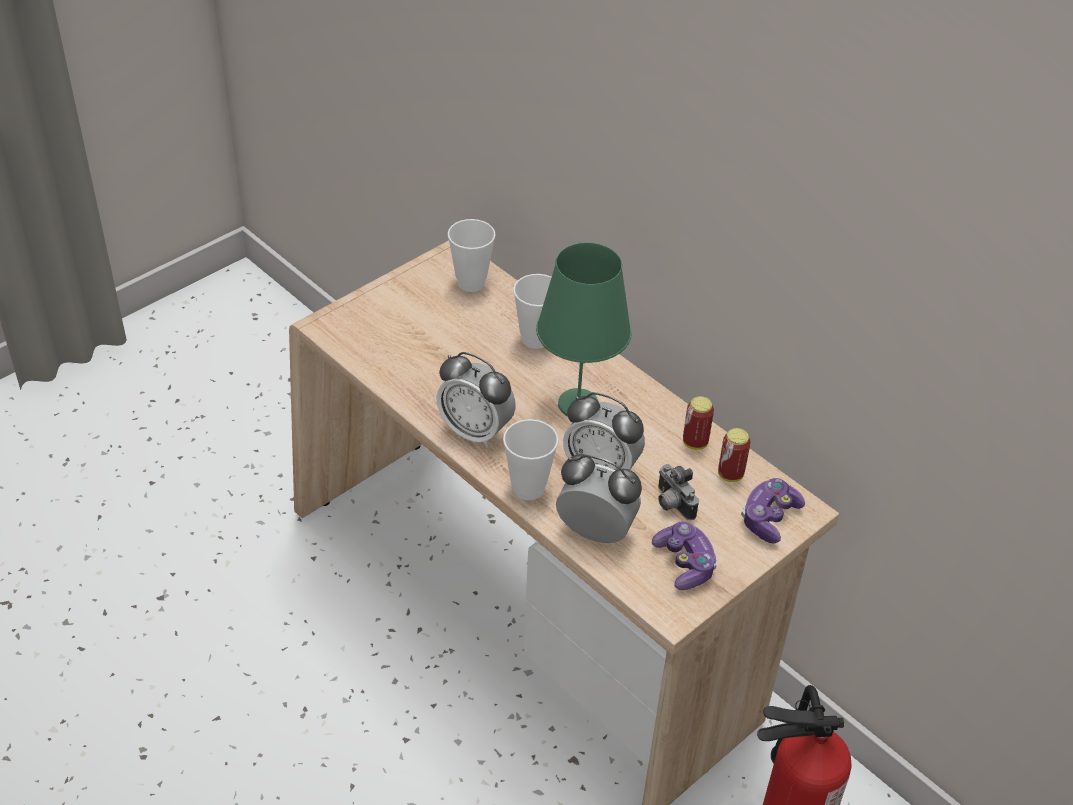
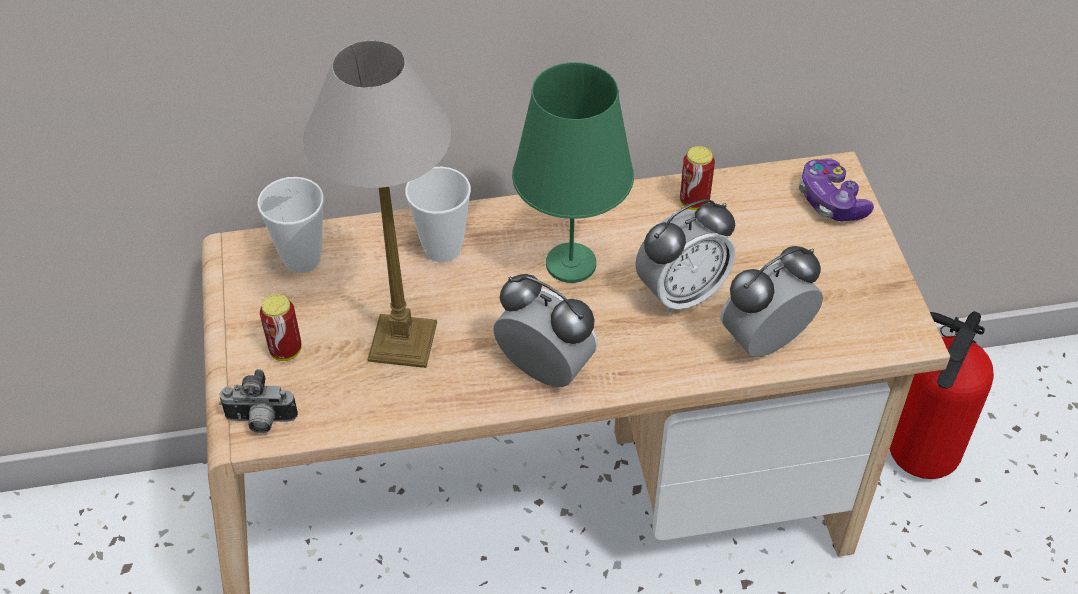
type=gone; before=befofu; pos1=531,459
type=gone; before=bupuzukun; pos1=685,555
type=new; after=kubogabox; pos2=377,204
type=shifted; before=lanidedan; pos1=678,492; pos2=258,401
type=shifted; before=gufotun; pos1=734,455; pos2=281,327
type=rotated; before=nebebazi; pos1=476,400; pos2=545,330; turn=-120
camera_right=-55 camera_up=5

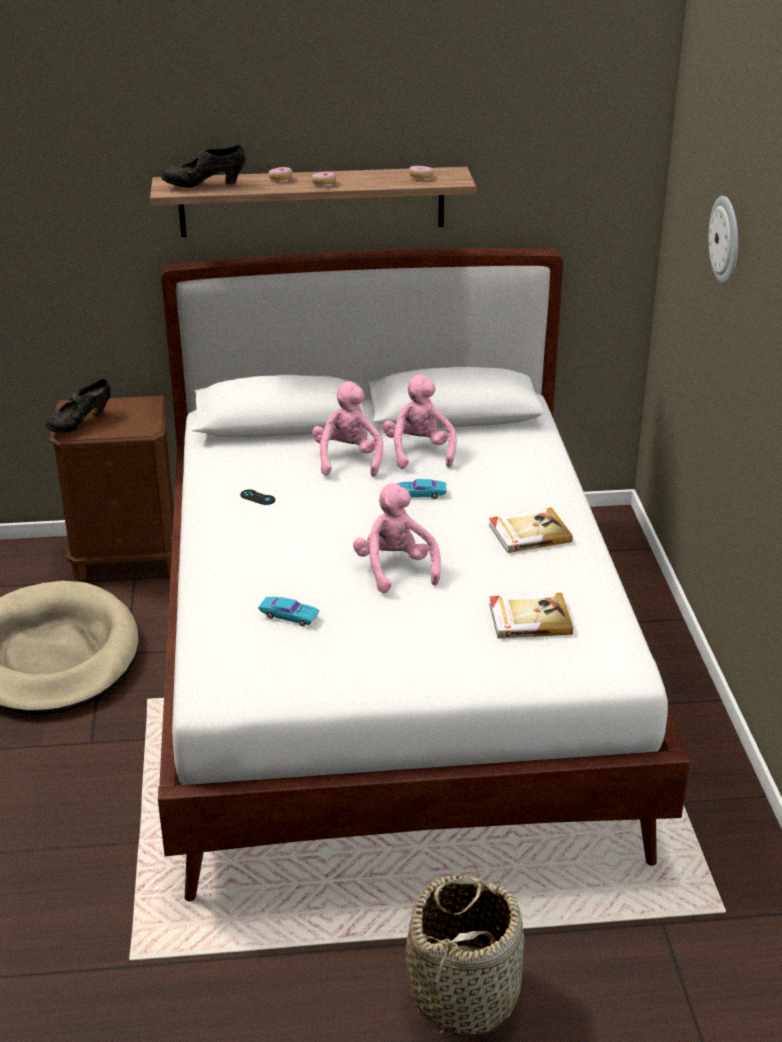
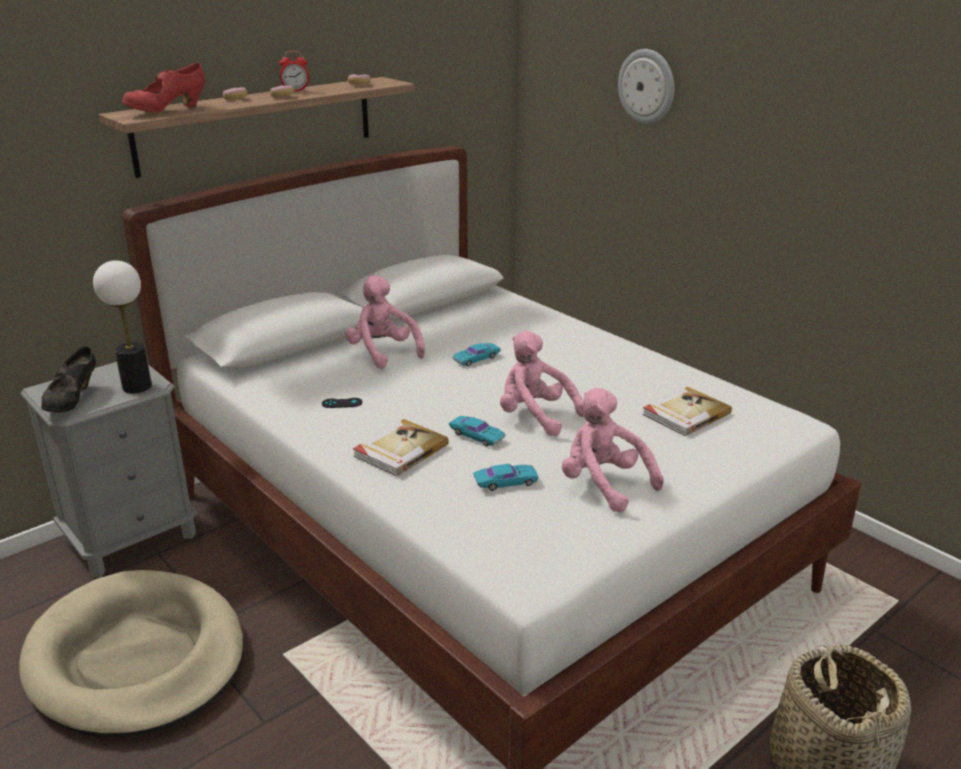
type=new; after=kubogabox; pos2=122,326
type=new; after=nebebazi; pos2=294,71
type=new; after=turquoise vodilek; pos2=477,431
type=shifted; before=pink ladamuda; pos1=420,422; pos2=613,450
type=shifted; before=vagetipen; pos1=531,530; pos2=401,447
type=repainted; before=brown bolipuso; after=grey bolipuso; pos1=111,489; pos2=109,470
type=repainted; before=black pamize; after=red pamize; pos1=203,166; pos2=163,87
camera_right=-35 camera_up=-5

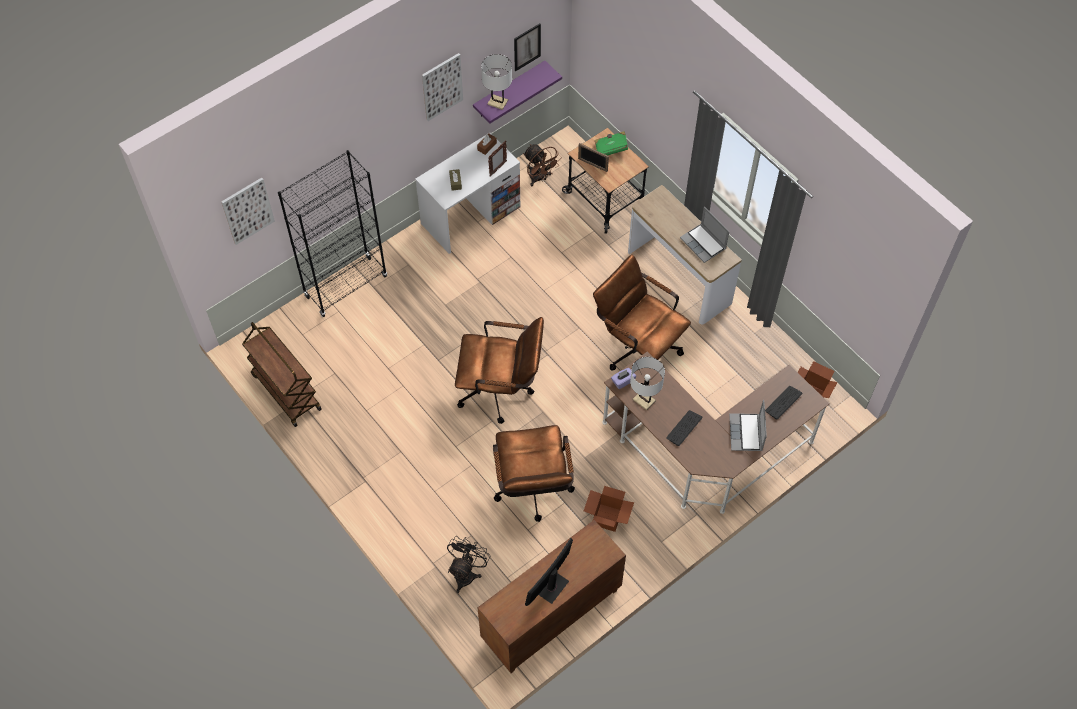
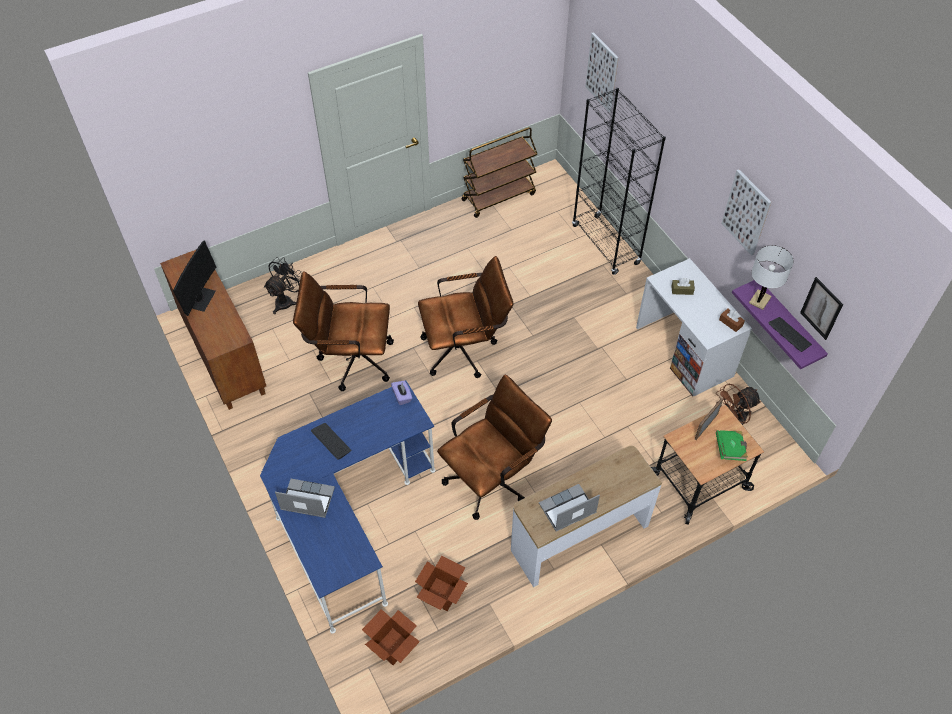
type=gone; before=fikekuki; pos1=497,159
type=gone; before=white kubogabox; pos1=647,383
type=shifted; before=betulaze; pos1=609,509; pos2=441,583
type=shifted; before=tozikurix; pos1=783,402; pos2=790,334
type=repainted; before=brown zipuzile; after=blue zipuzile; pos1=716,432; pos2=348,507
type=rotated; before=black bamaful; pos1=468,564; pos2=282,285; turn=-90
type=rotated; before=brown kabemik; pos1=499,370; pos2=466,317; turn=-120
type=rotated; before=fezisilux; pos1=549,571; pos2=194,278; turn=60
camera_right=100 camera_up=-5

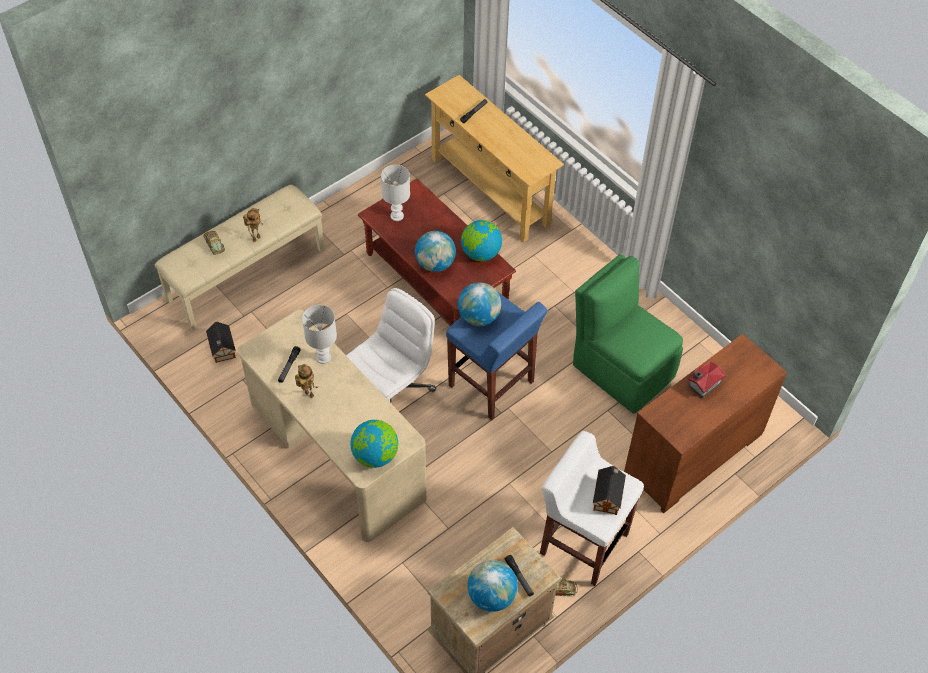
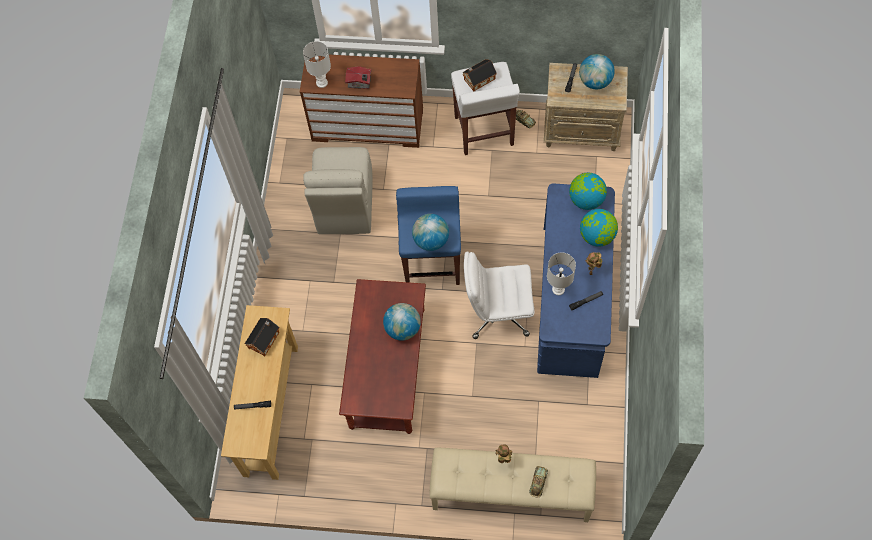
type=shifted; before=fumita; pos1=221,342; pos2=262,337
type=shifted; before=white kubogabox; pos1=395,193; pos2=317,64
type=shifted; before=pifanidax; pos1=481,240; pos2=599,228
type=repainted; before=beige zipuzile; after=blue zipuzile; pos1=332,425; pos2=576,280
type=repainted; before=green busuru; after=beige busuru; pos1=628,334; pos2=337,190
camera_right=-130 camera_up=10

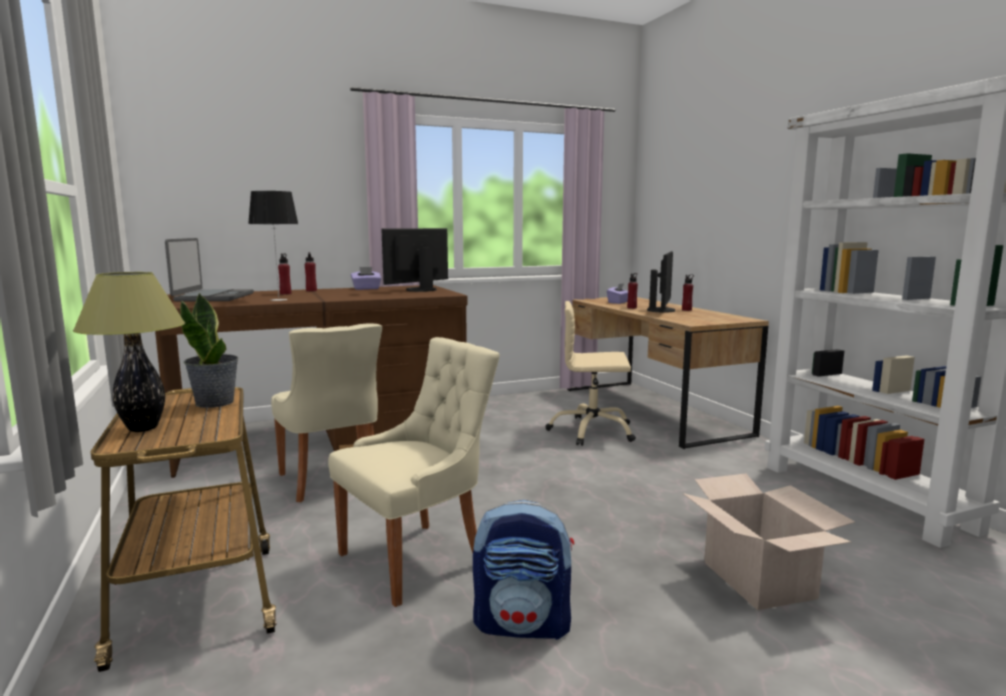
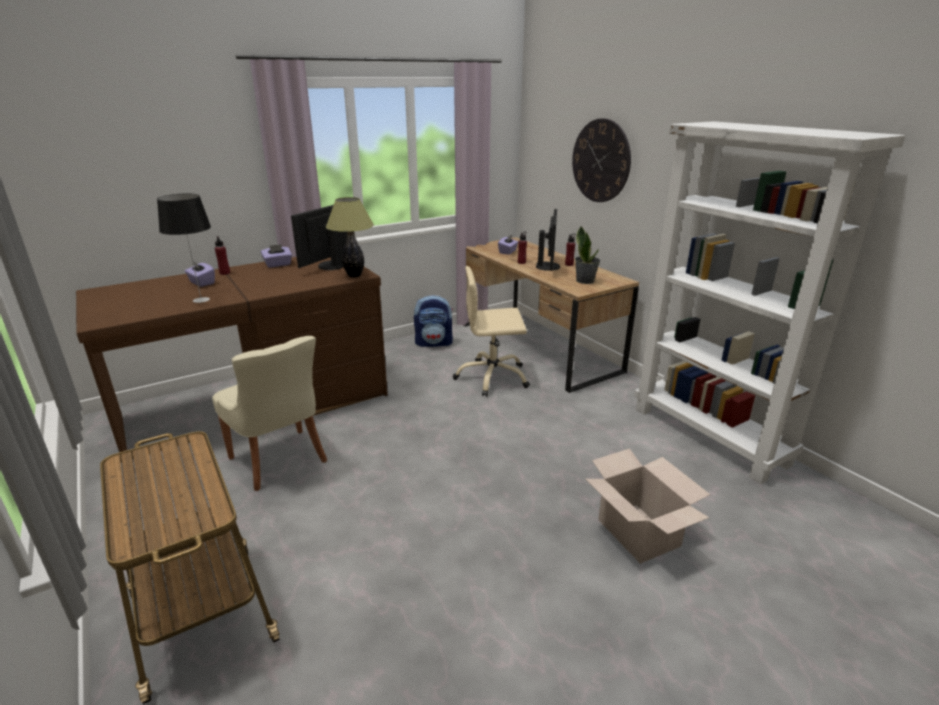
type=gone; before=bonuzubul; pos1=209,270
type=gone; before=beige busuru; pos1=414,472
type=new; after=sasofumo; pos2=601,160
type=shifted; before=kubogabox; pos1=129,352; pos2=350,237
type=shifted; before=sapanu; pos1=209,350; pos2=587,255
type=shifted; before=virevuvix; pos1=523,570; pos2=433,321
type=swapped; before=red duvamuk; after=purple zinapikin; pos1=284,274; pos2=200,274
camera_right=-10 camera_up=15

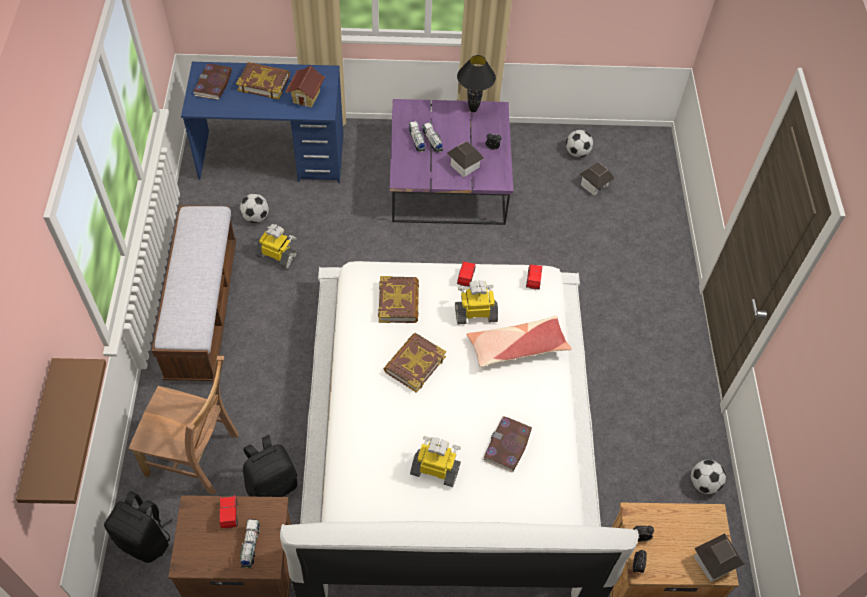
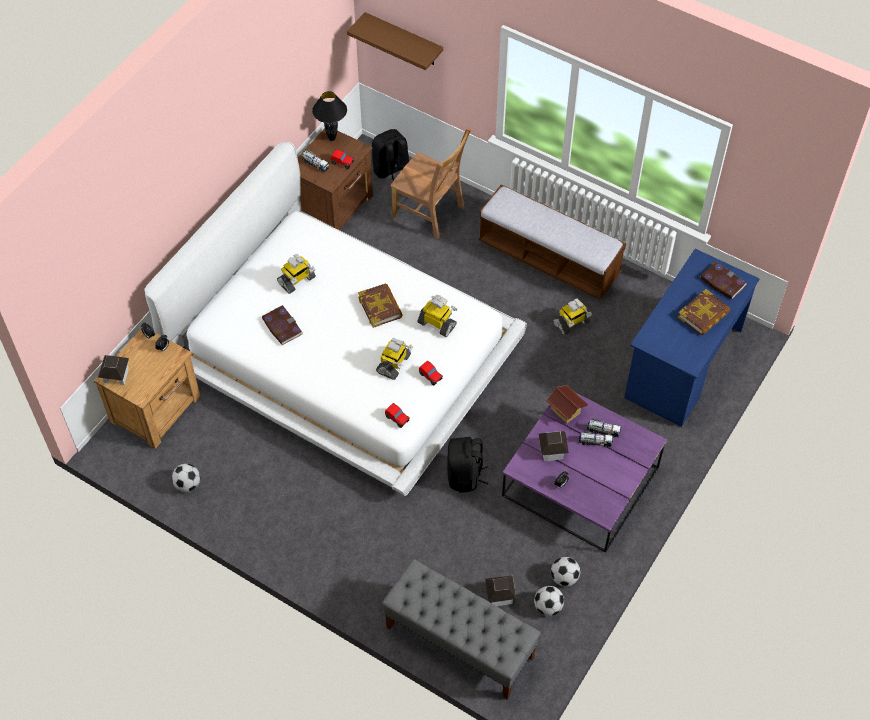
type=gone; before=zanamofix; pos1=519,341
type=new; after=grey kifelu; pos2=461,629
type=shifted; before=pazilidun; pos1=254,208; pos2=565,571
type=shifted; before=black virevuvix; pos1=270,466; pos2=467,465
type=shifted; before=fumita; pos1=305,86; pos2=567,404
type=shifted; before=black kubogabox; pos1=476,83; pos2=329,116
type=swapped; before=vagetipen; after=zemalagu; pos1=398,299; pos2=437,316
type=rotated; before=brown busuru; pos1=184,425; pos2=431,183; turn=-105
camera_right=125 camera_up=0

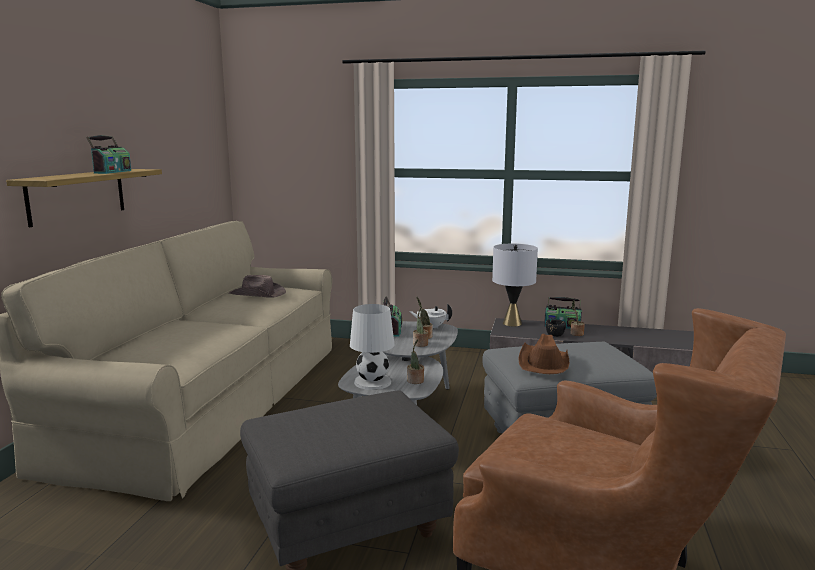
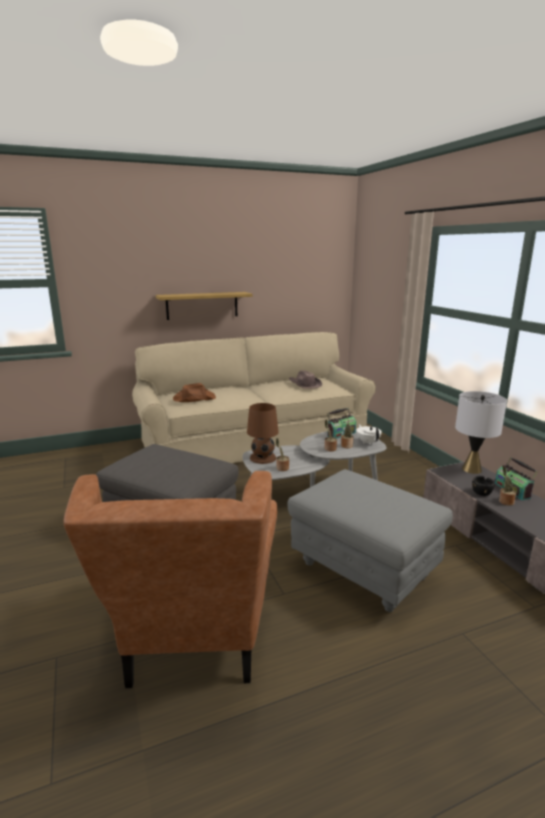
type=gone; before=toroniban; pos1=108,154
type=shifted; before=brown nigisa; pos1=544,354; pos2=194,392
type=repainted; before=white kubogabox; after=brown kubogabox; pos1=372,347; pos2=263,433
camera_right=55 camera_up=5

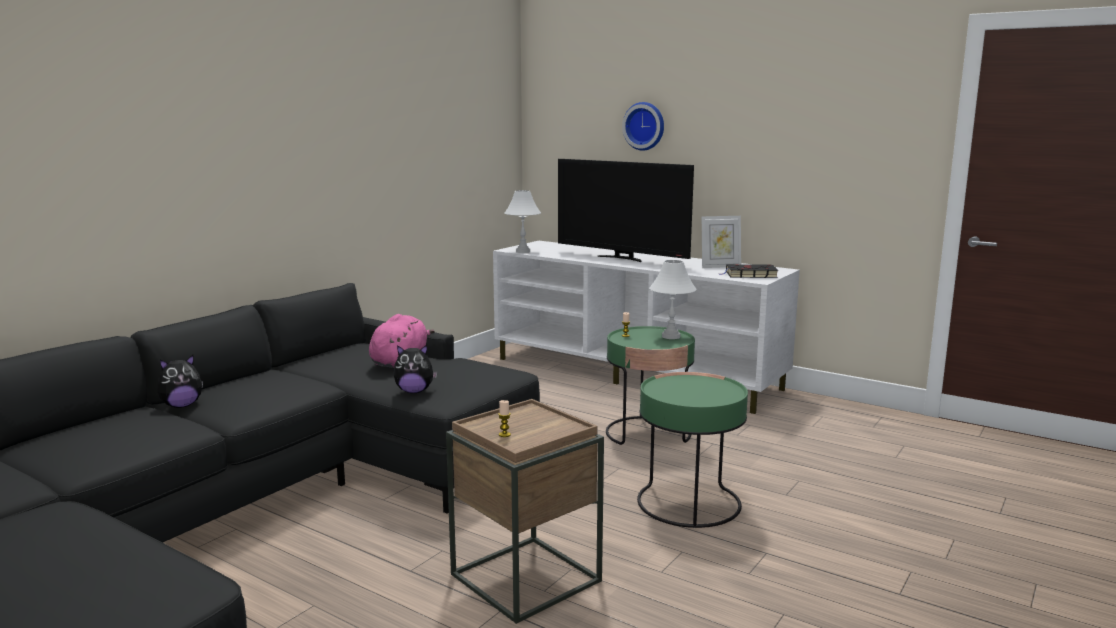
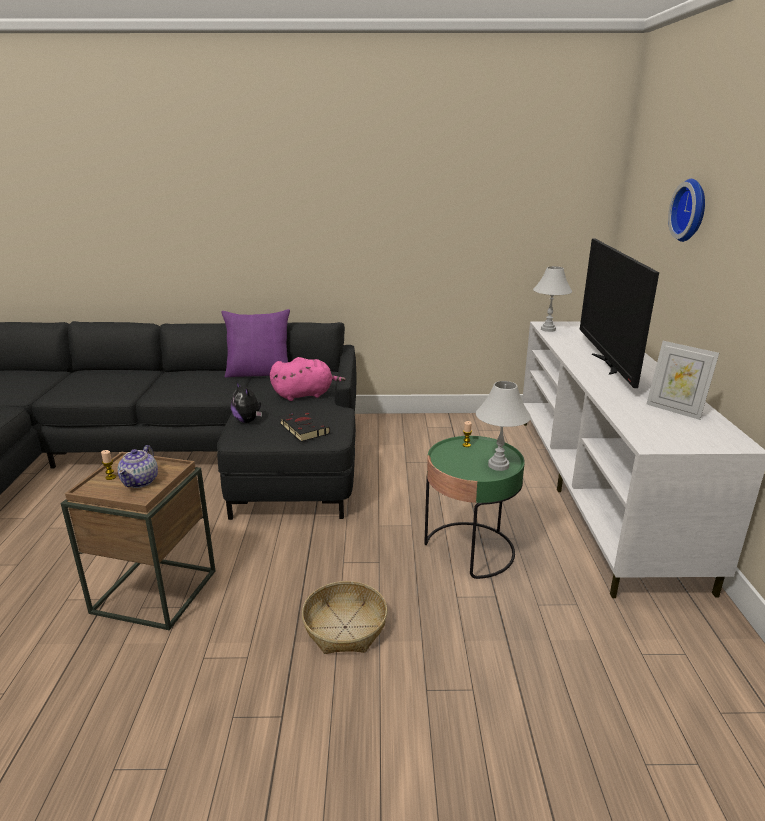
type=gone; before=ladamuda; pos1=180,381
type=new; after=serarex; pos2=137,466
type=new; after=purple zanamofix; pos2=256,343
type=shifted; before=black vagetipen; pos1=748,271; pos2=304,426
type=swapped; before=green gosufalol; after=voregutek; pos1=692,450; pos2=345,617
camera_right=55 camera_up=10

